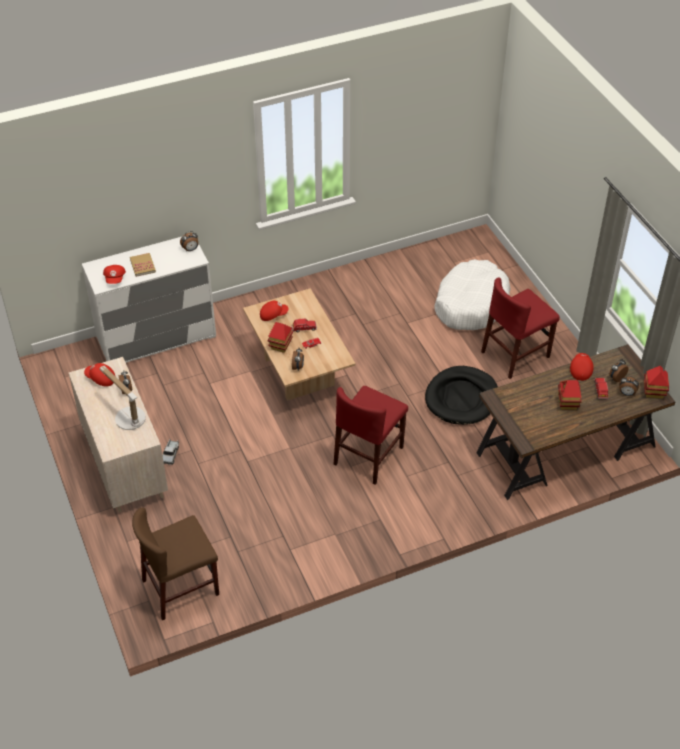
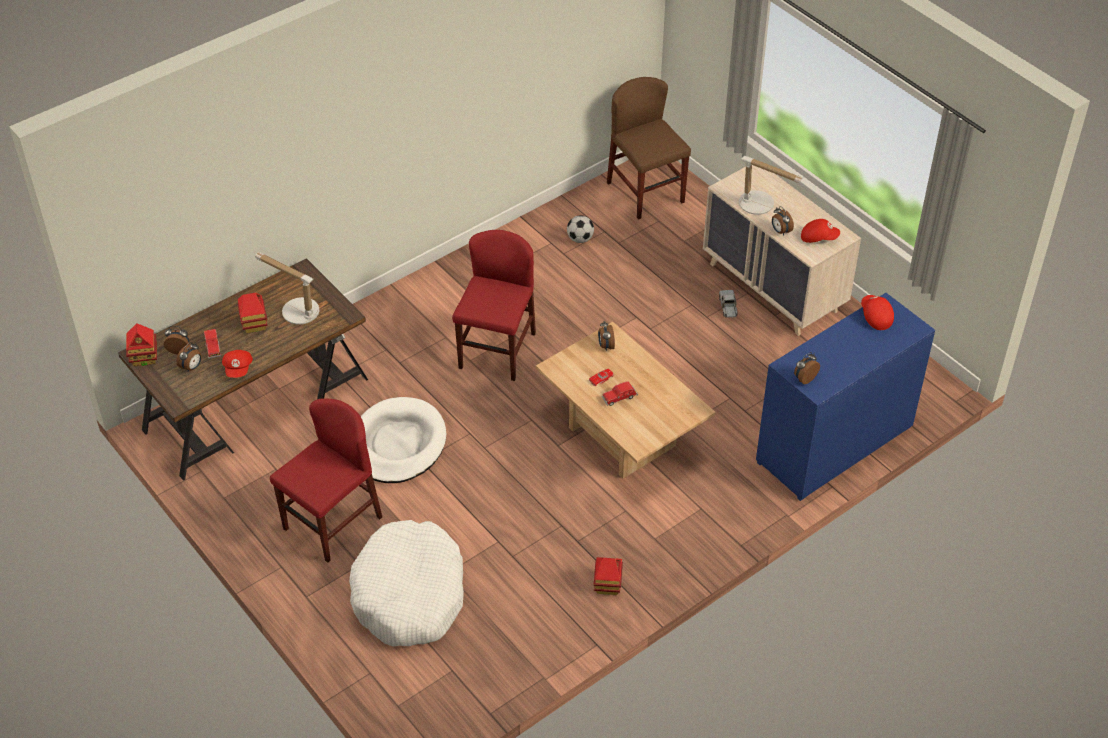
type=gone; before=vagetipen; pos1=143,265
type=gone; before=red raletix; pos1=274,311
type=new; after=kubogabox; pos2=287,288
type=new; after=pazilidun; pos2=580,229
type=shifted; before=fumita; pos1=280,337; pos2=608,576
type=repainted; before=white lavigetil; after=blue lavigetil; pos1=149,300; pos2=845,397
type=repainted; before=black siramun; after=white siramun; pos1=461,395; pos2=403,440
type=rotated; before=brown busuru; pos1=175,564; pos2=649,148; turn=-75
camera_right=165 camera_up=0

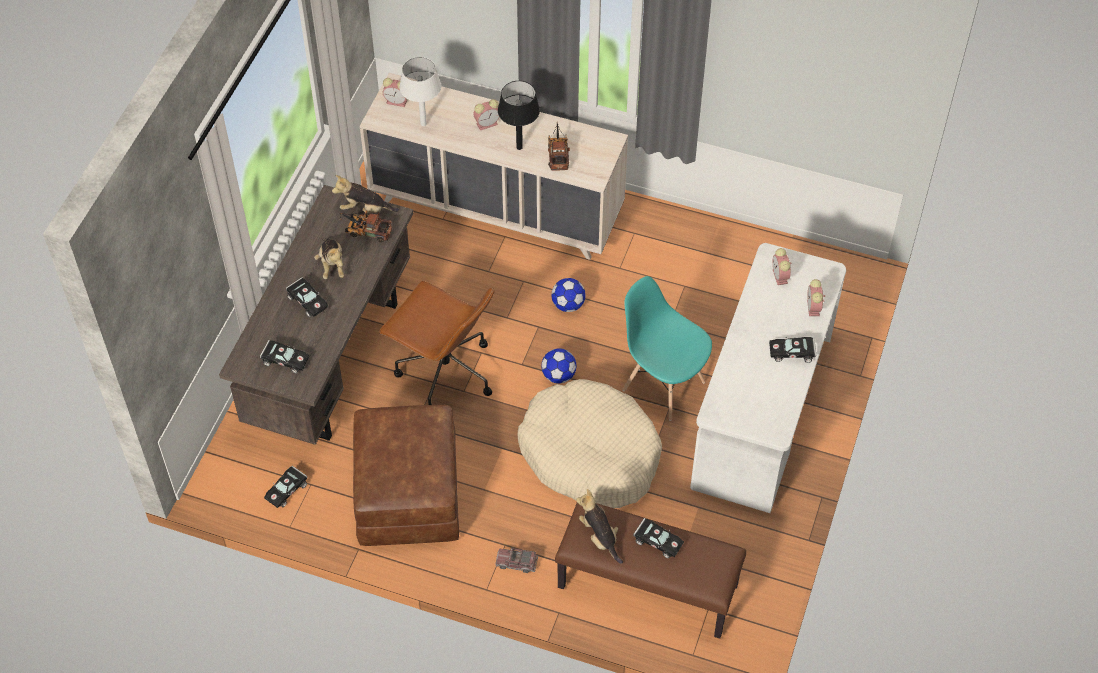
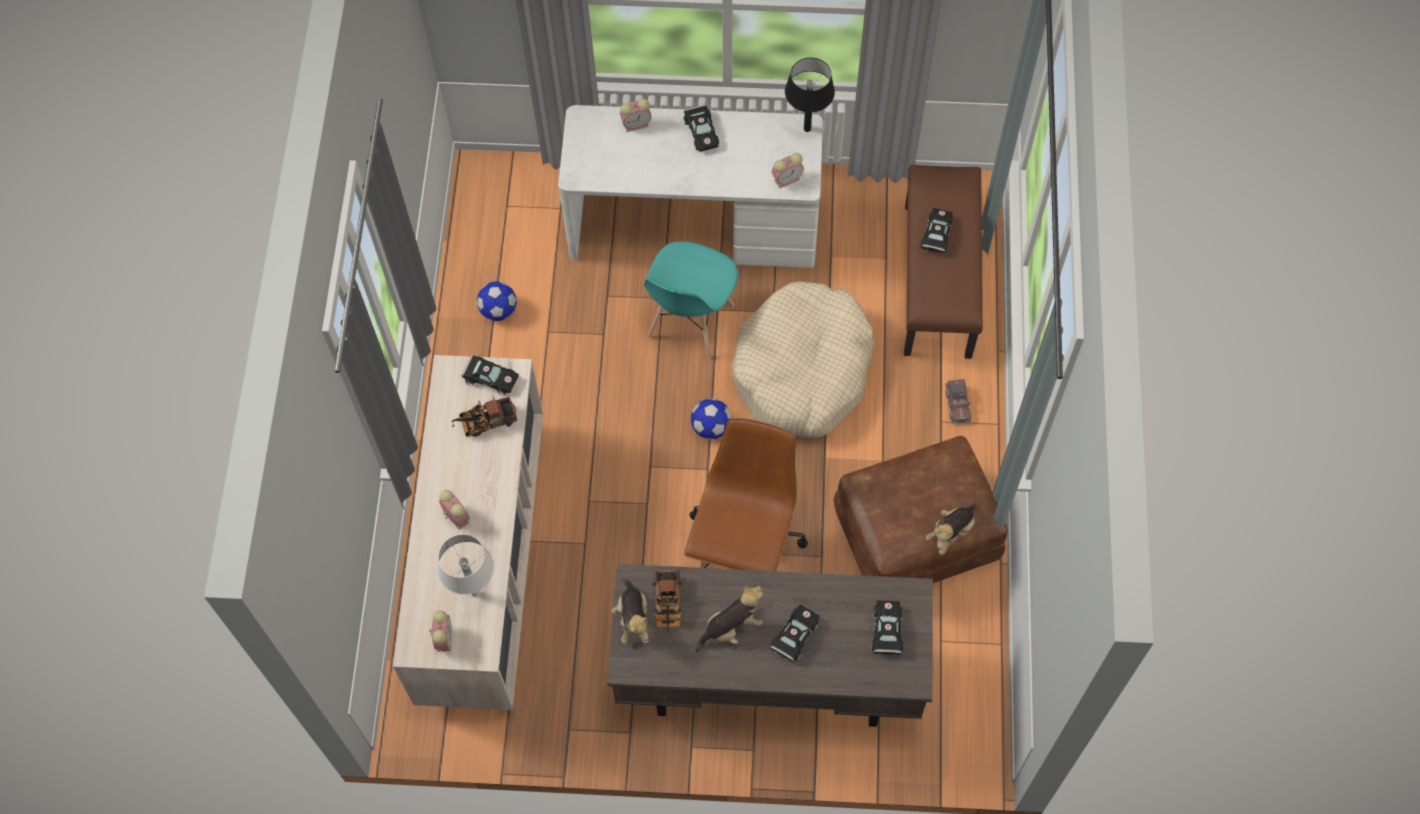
type=shifted; before=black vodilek; pos1=286,487; pos2=490,375
type=shifted; before=black kubogabox; pos1=519,115; pos2=810,94
type=shifted; before=pazilidun; pos1=568,295; pos2=497,301
type=shifted; before=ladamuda; pos1=599,526; pos2=951,528
type=shifted; before=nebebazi; pos1=782,266; pos2=788,170
camera_right=-105 camera_up=10

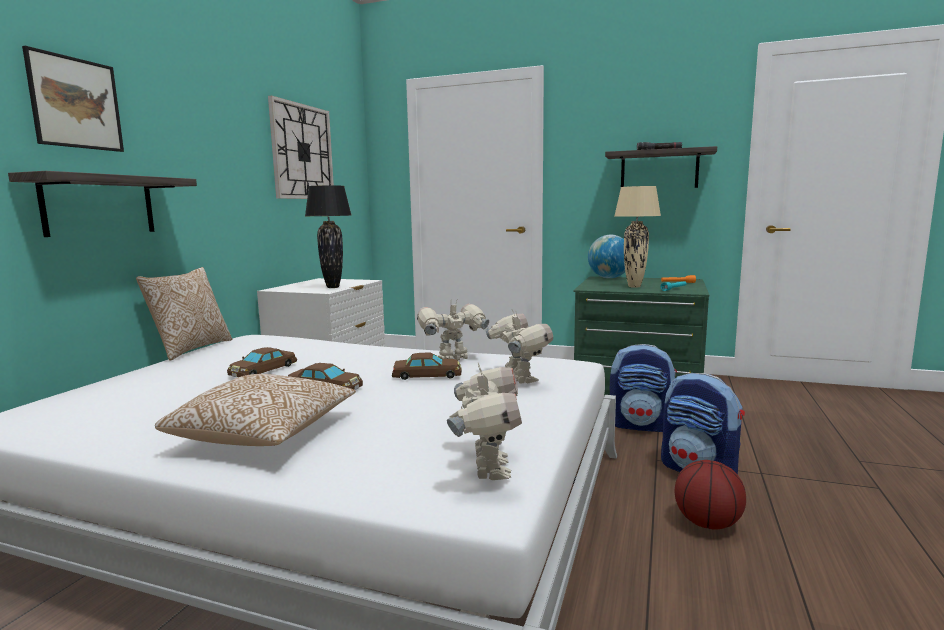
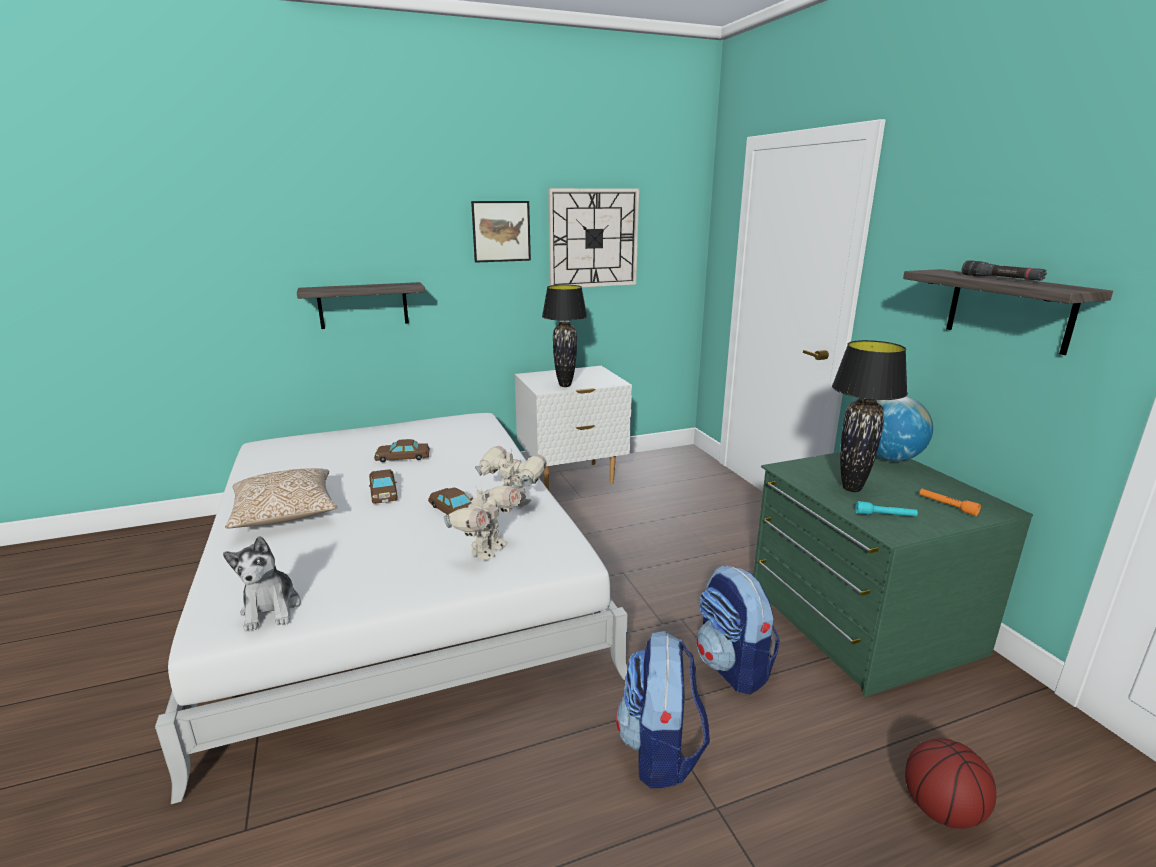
type=gone; before=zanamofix; pos1=184,314
type=shifted; before=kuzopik; pos1=73,99; pos2=501,232
type=shifted; before=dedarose; pos1=710,495; pos2=950,783
type=swapped; before=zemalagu; after=ladamuda; pos1=484,421; pos2=262,583
type=repainted; before=beige kubogabox; after=black kubogabox; pos1=637,237; pos2=870,416
camera_right=50 camera_up=10

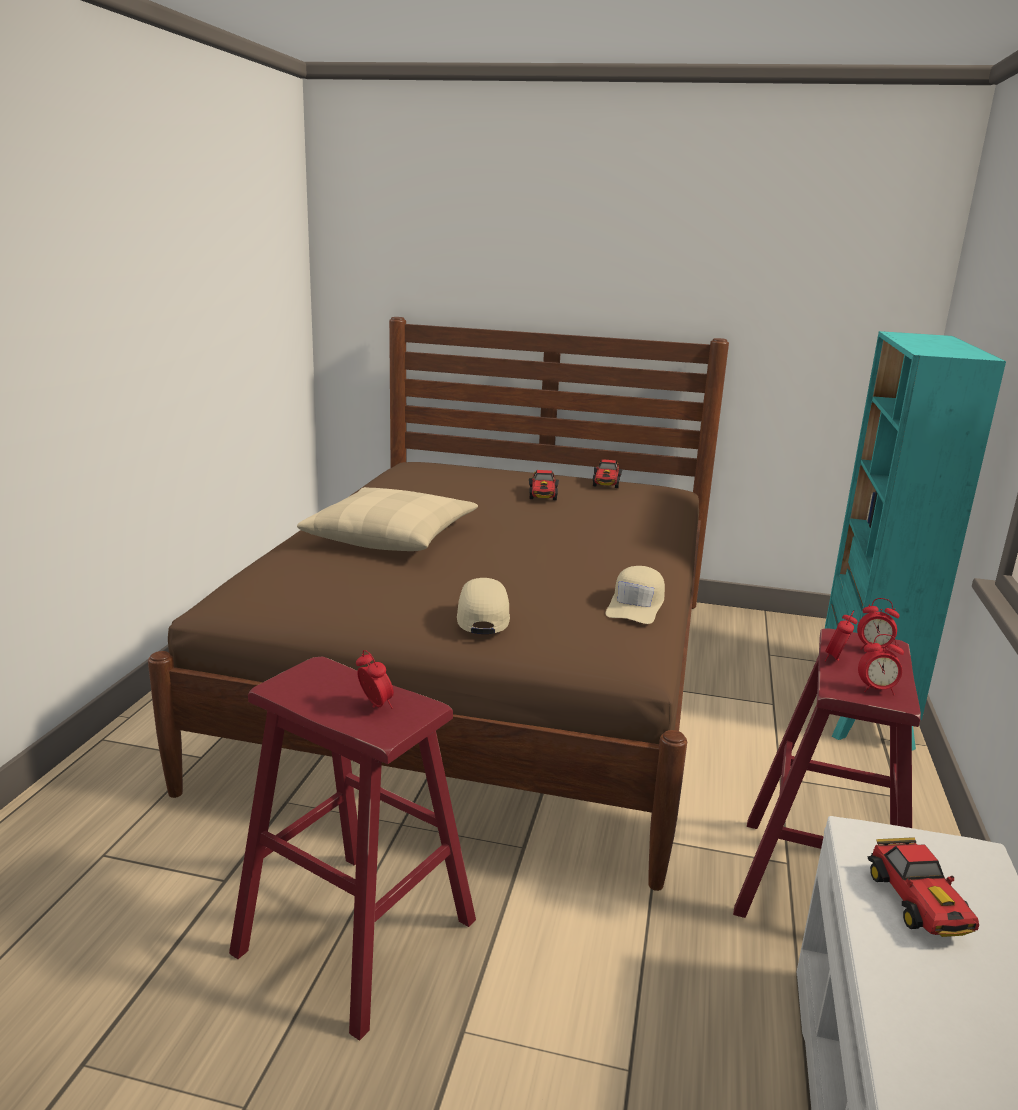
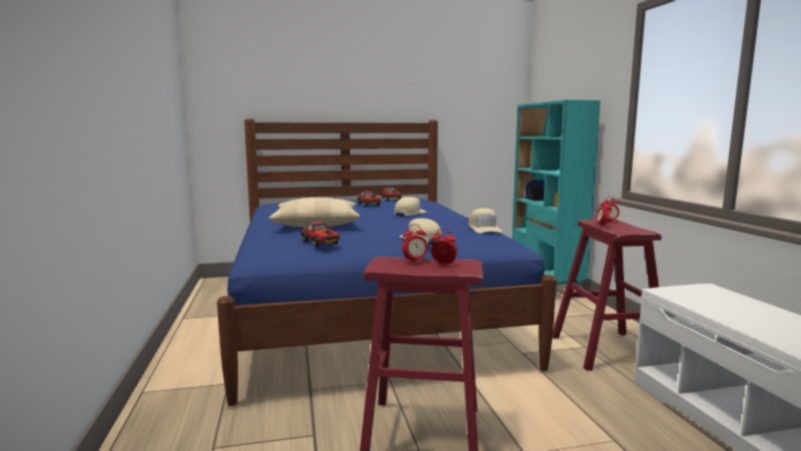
type=new; after=beige raletix; pos2=410,206
type=shifted; before=nebebazi; pos1=881,664; pos2=415,243
type=shifted; before=vodilek; pos1=923,887; pos2=320,234
type=repainted; before=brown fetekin; after=blue fetekin; pos1=438,604; pos2=386,262
camera_right=-25 camera_up=-10

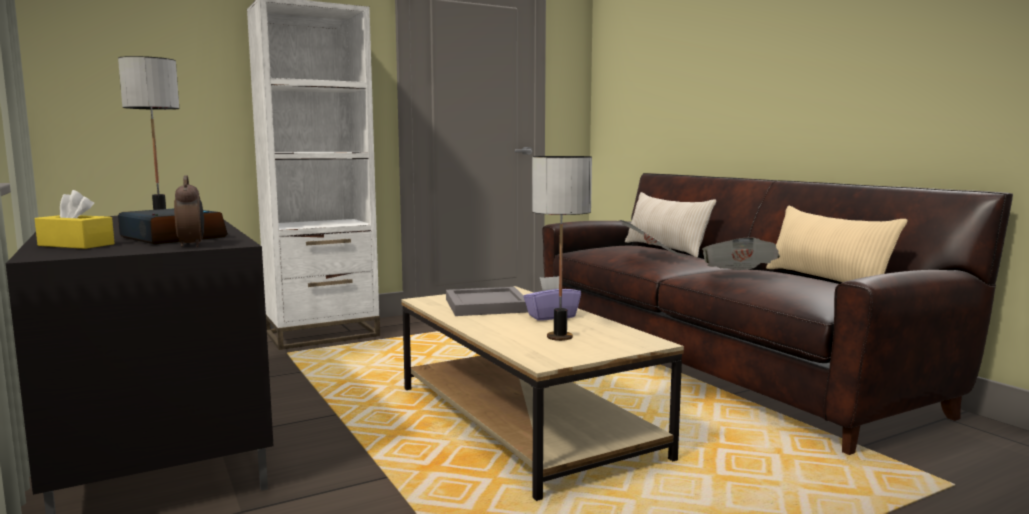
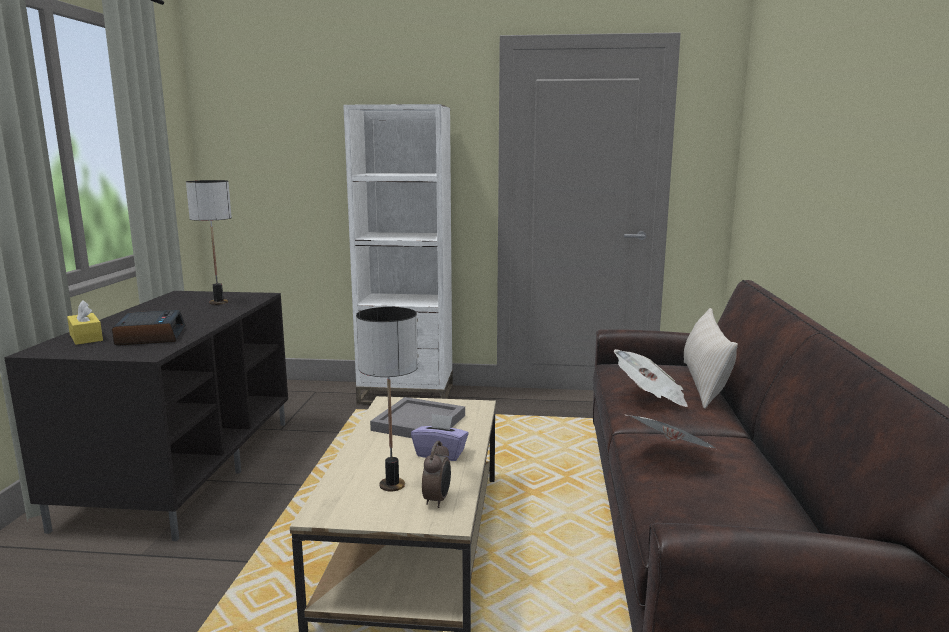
type=gone; before=beige zanamofix; pos1=837,244
type=shifted; before=nebebazi; pos1=189,211; pos2=436,474
camera_right=35 camera_up=5

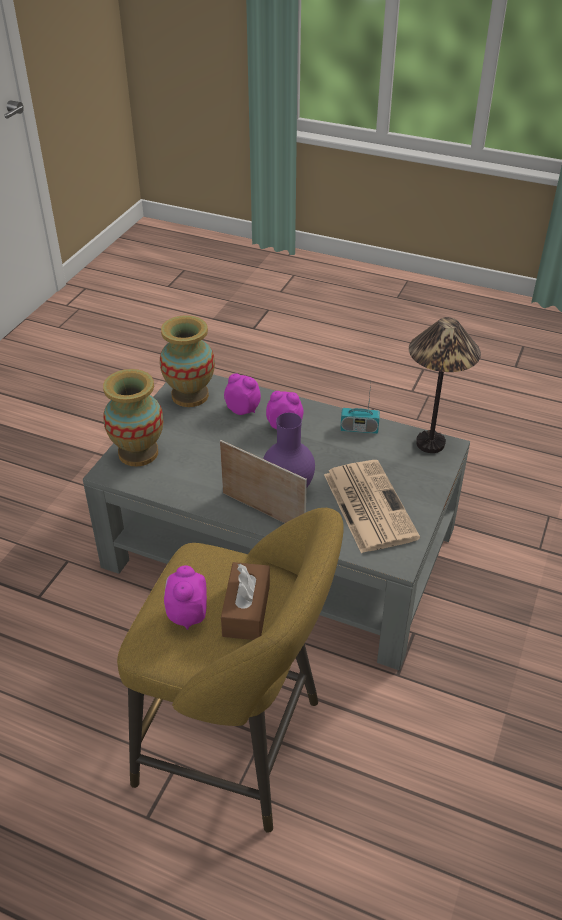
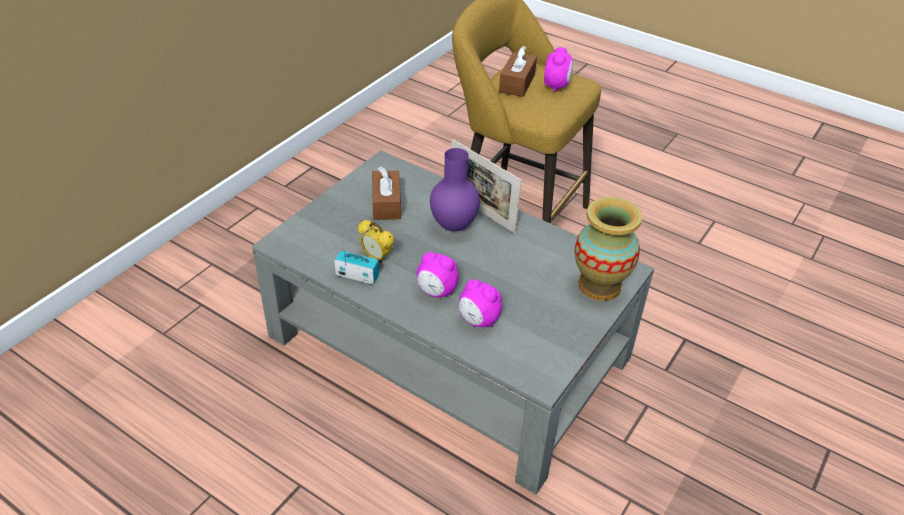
type=gone; before=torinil; pos1=187,361
type=gone; before=kubogabox; pos1=445,385
type=new; after=nebebazi; pos2=376,242
type=swapped; before=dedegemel; after=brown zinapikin; pos1=372,506; pos2=386,193
camera_right=-170 camera_up=0

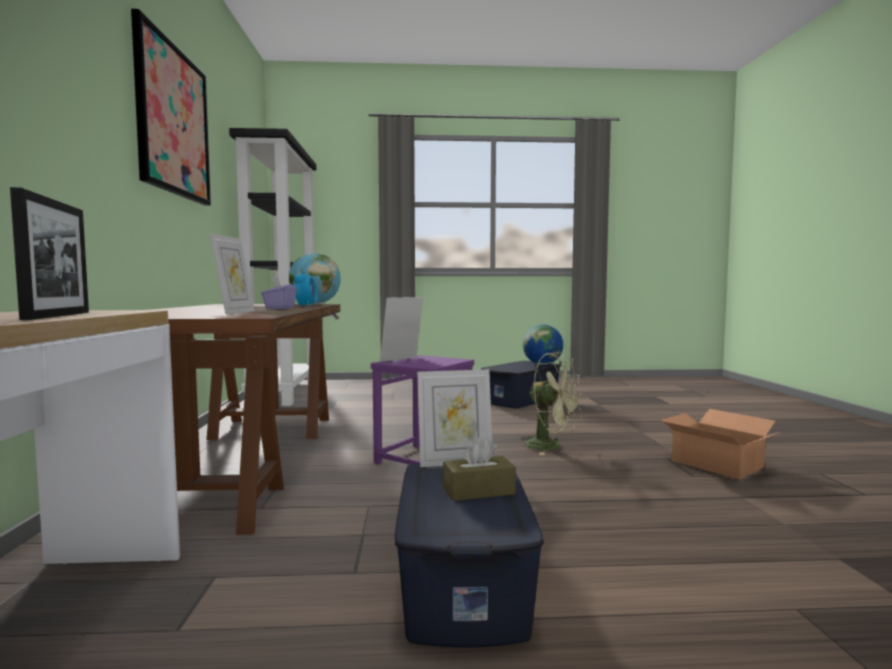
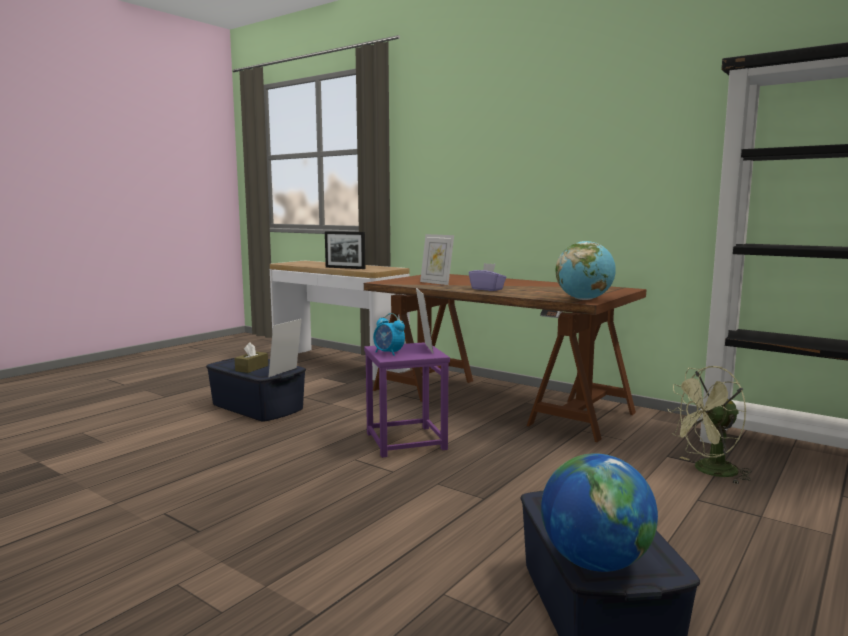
type=gone; before=kuzopik; pos1=171,107
type=gone; before=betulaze; pos1=721,444
type=shifted; before=nebebazi; pos1=305,287; pos2=389,334
type=shifted; before=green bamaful; pos1=552,403; pos2=710,425
camera_right=130 camera_up=5

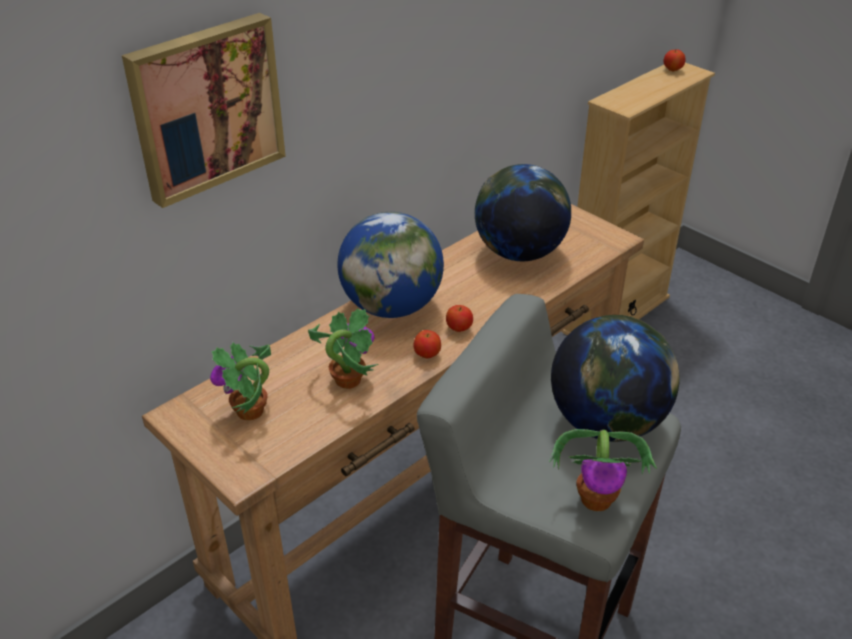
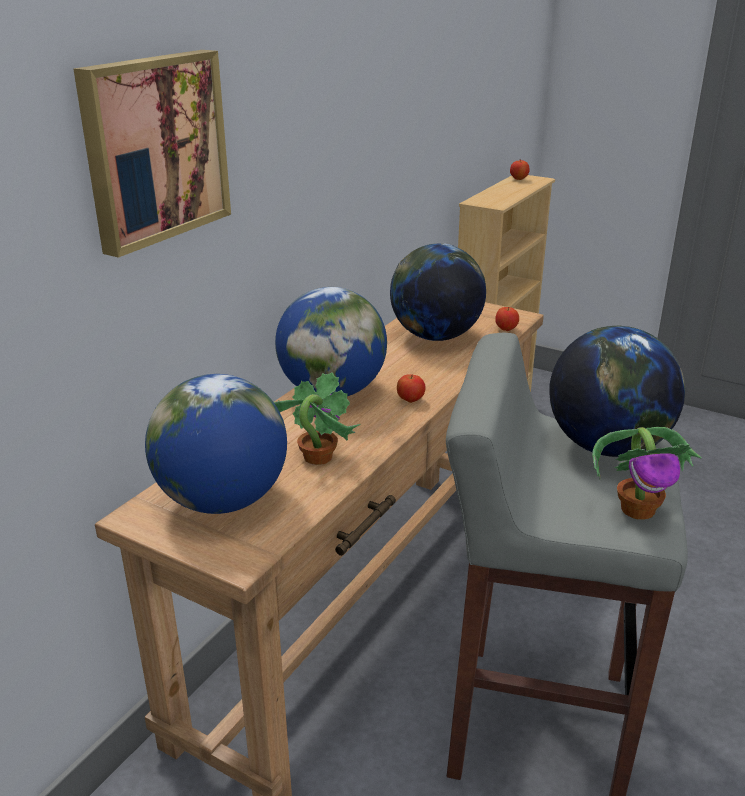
type=shifted; before=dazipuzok; pos1=427,344; pos2=507,319
type=swapped; before=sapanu; after=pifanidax; pos1=240,381; pos2=216,444
camera_right=-15 camera_up=-10

